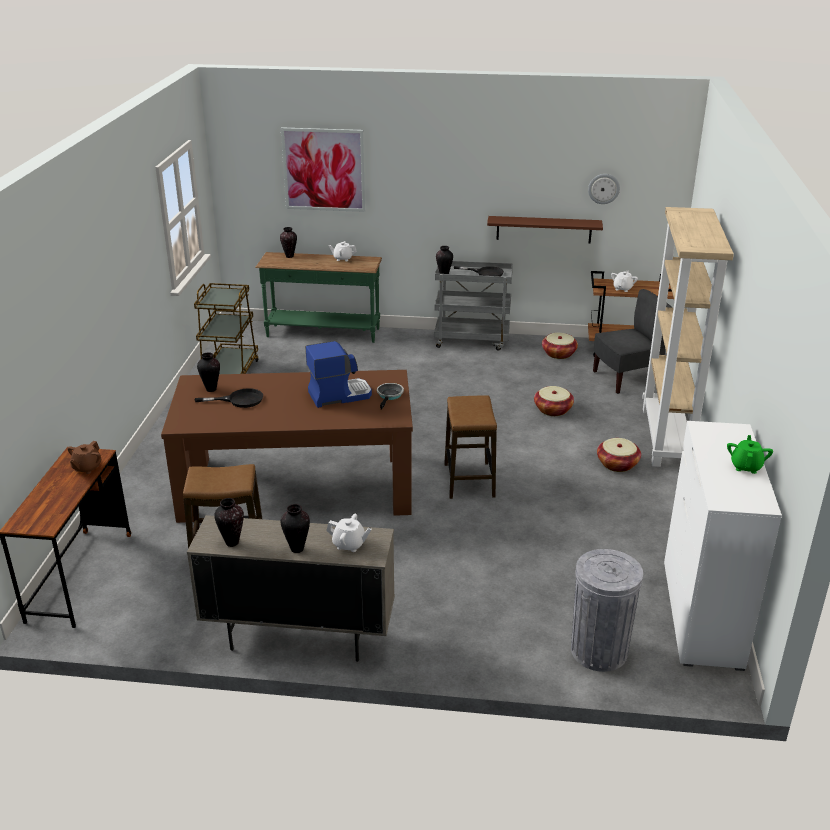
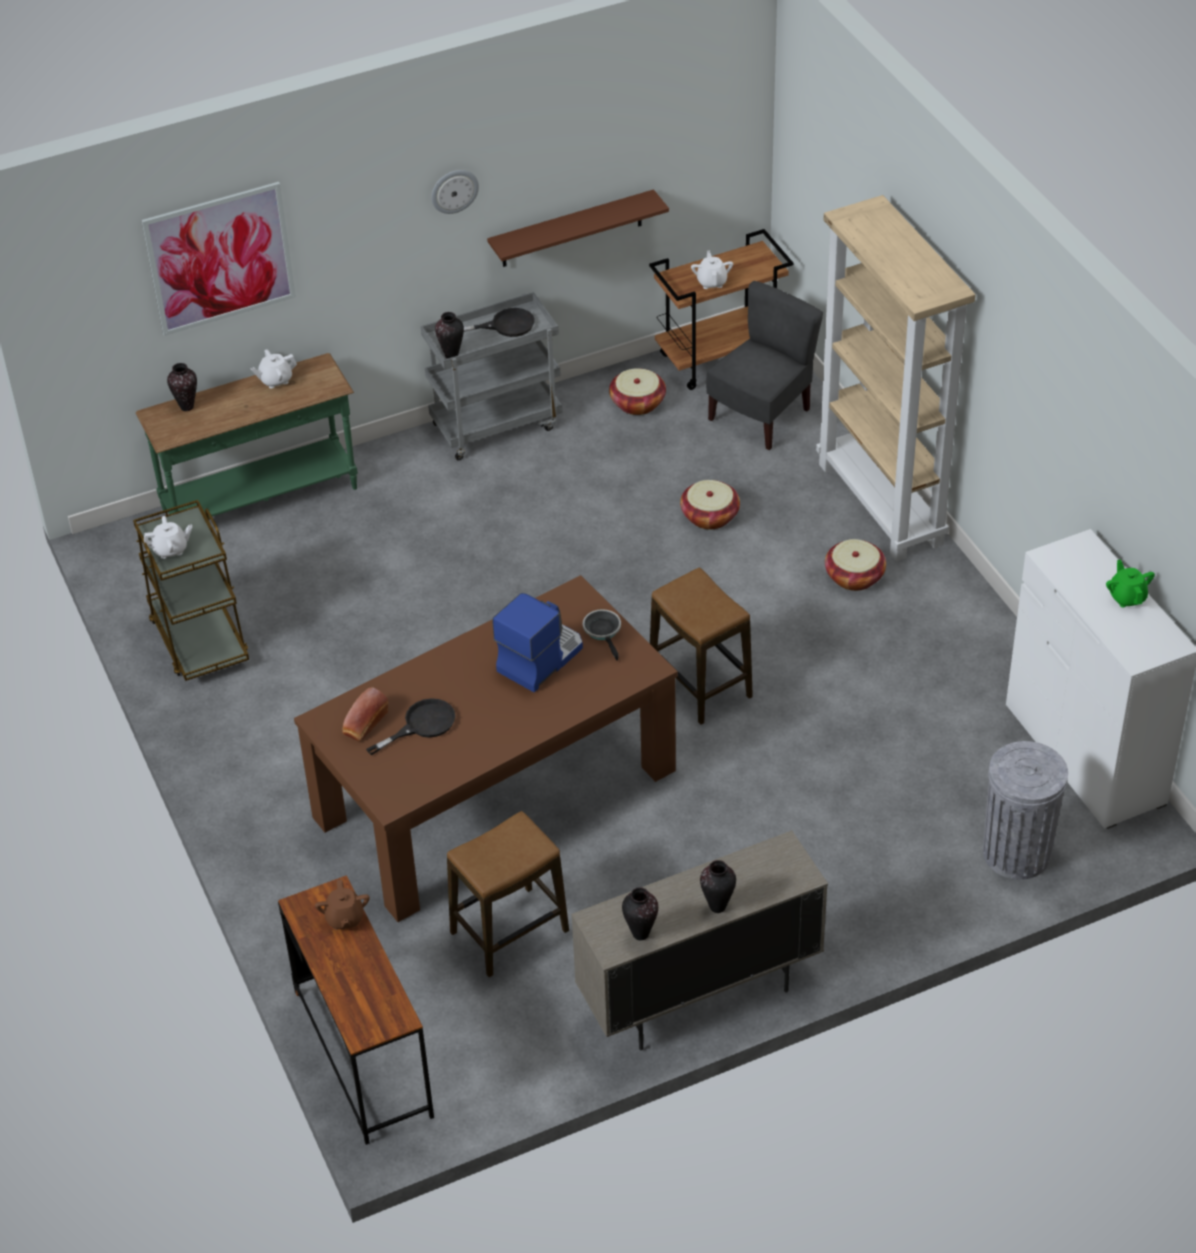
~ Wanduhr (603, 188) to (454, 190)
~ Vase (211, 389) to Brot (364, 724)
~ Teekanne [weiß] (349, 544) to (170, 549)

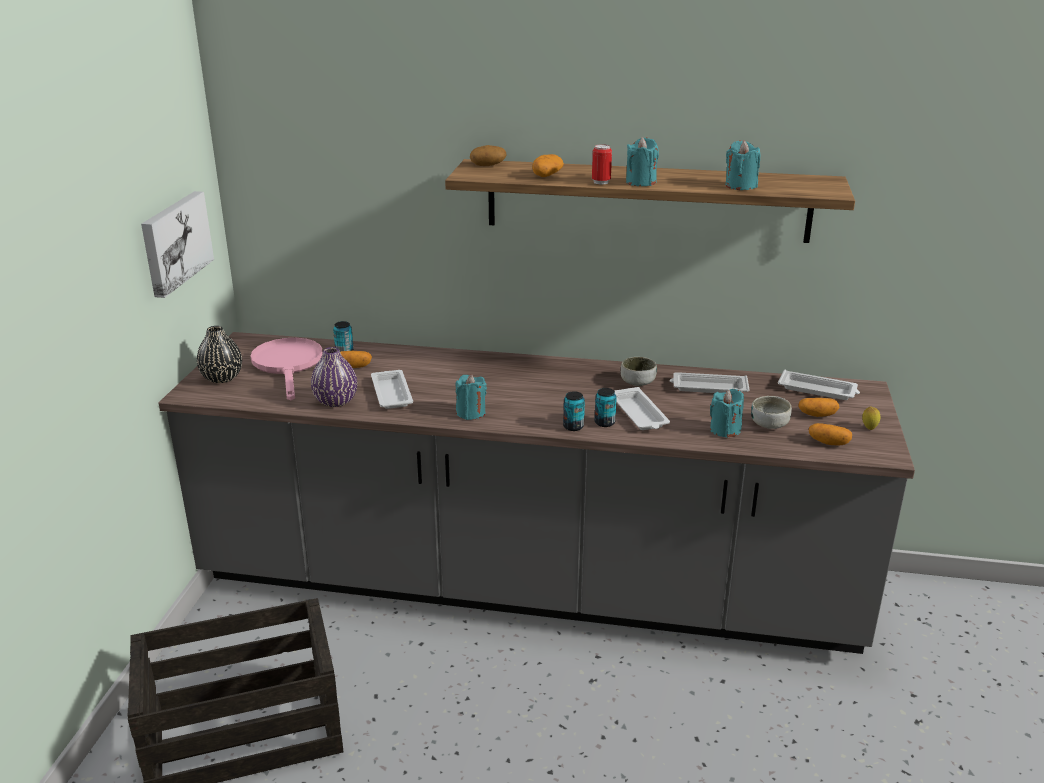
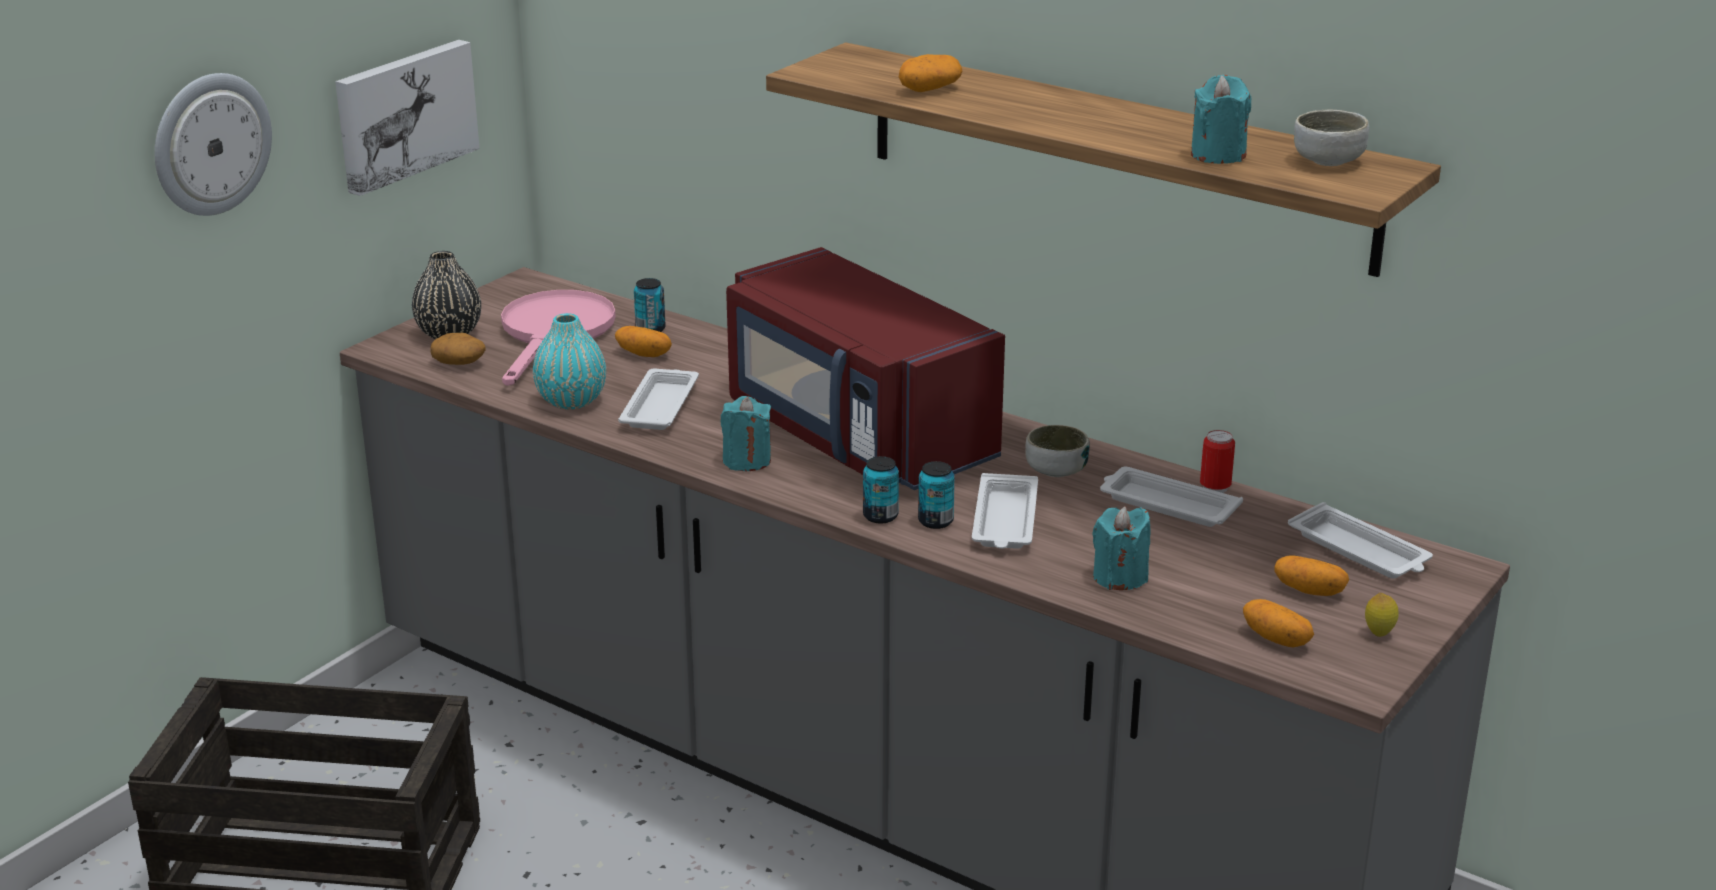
- Kerze [türkis] (641, 182)
~ Dose (601, 182) to (1215, 488)
~ Kartoffel (488, 165) to (460, 363)
~ Vase [lila] (335, 401) to Vase [türkis] (571, 401)
~ Schüssel (769, 424) to (1328, 161)
+ Wanduhr (210, 143)
+ Mikrowelle [rot] (856, 435)

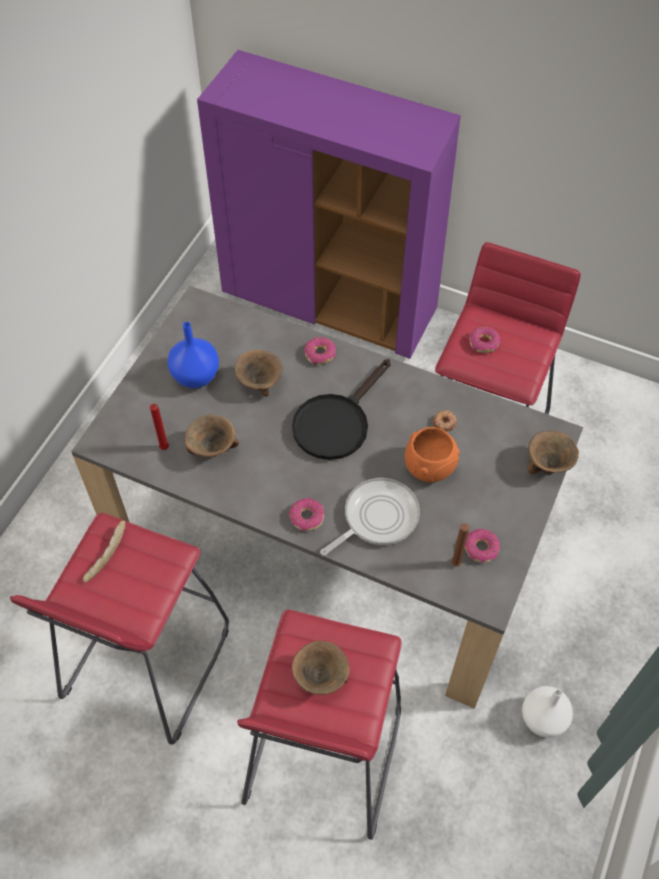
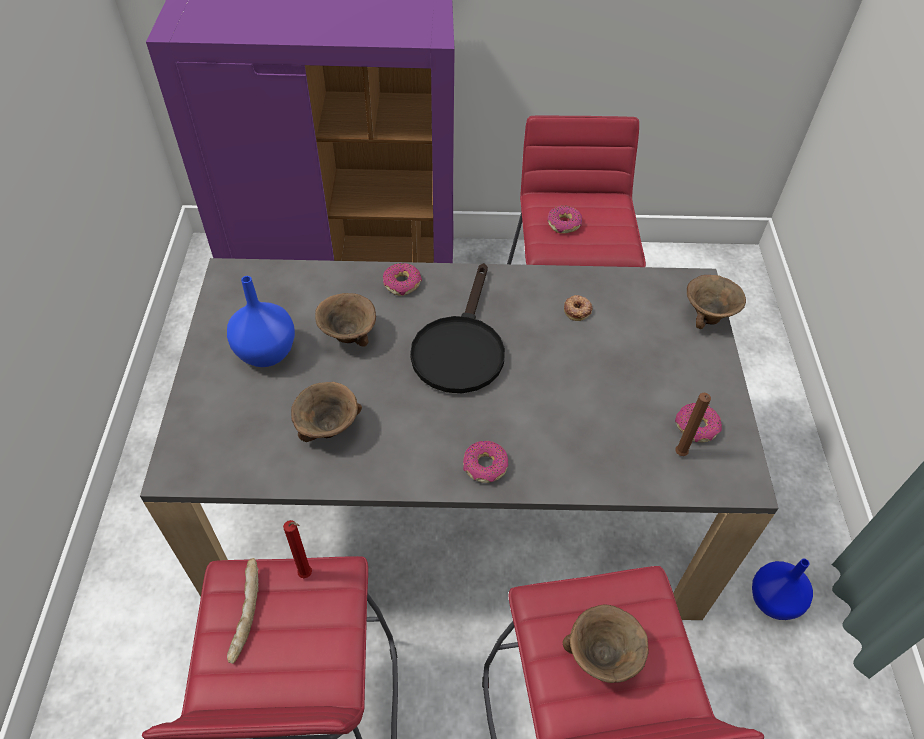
~ Kerze [rot] (165, 449) to (307, 575)
- Schüssel [orange] (428, 467)
- Pfanne (377, 518)
~ Vase [weiß] (543, 720) to Vase [blau] (774, 601)

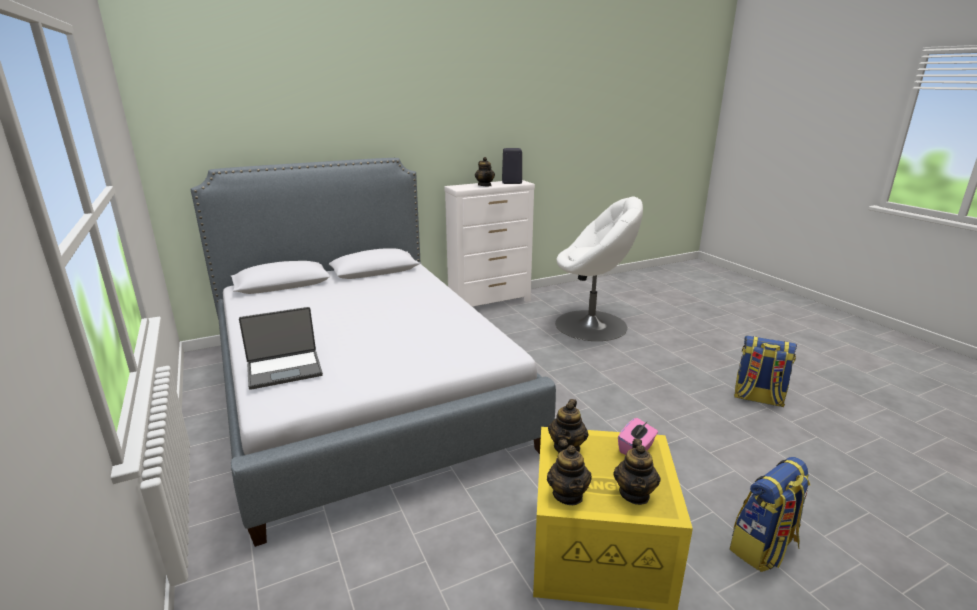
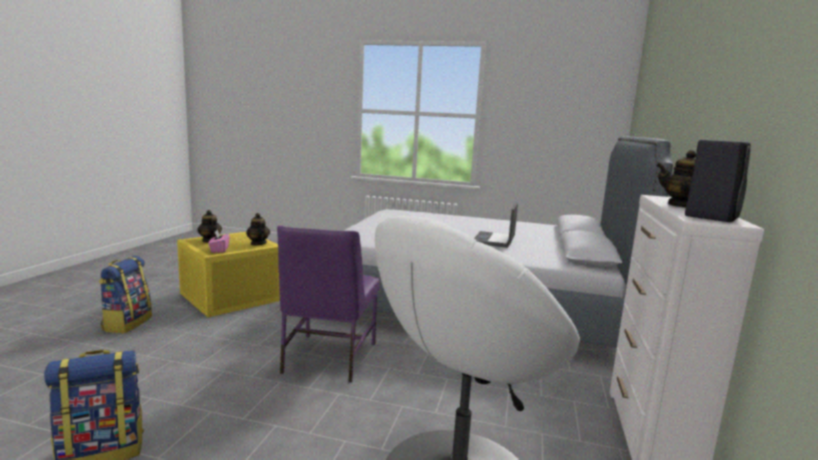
~ Laptop (284, 370) to (495, 240)
- Teekanne (568, 495)
+ Stuhl [lila] (327, 358)

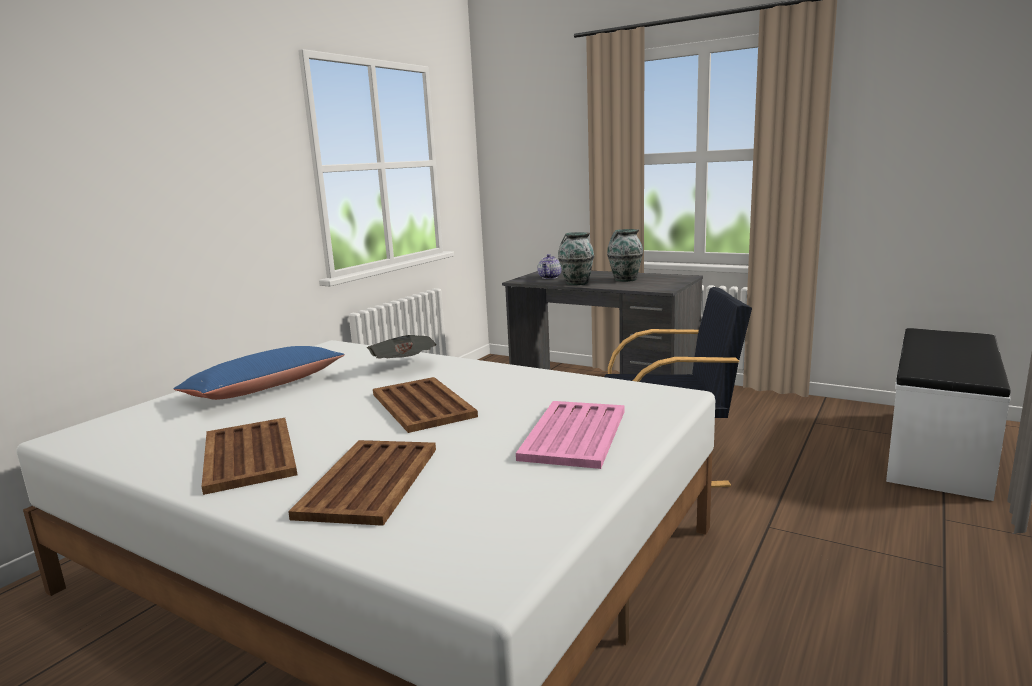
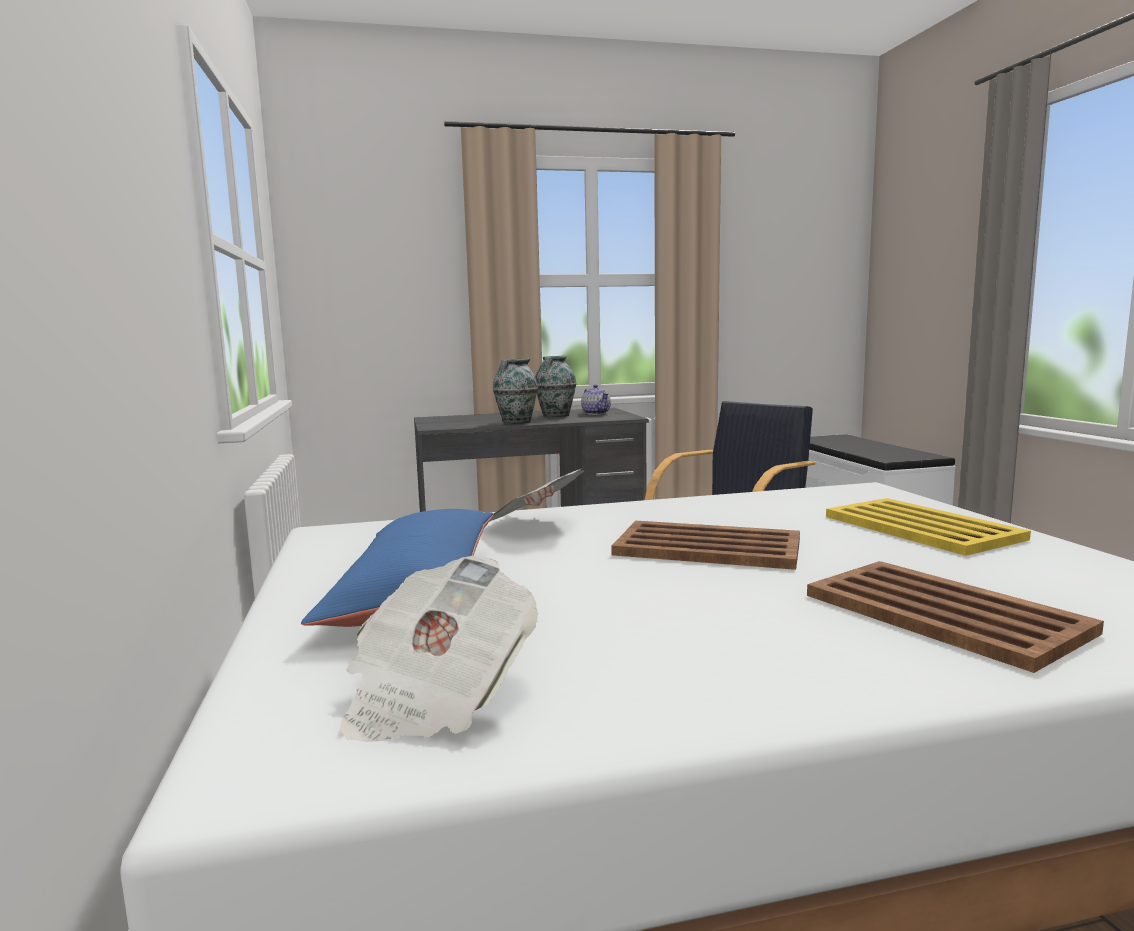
~ Teekanne (550, 277) to (596, 413)
~ Tablett [rosa] (575, 434) to Tablett [gelb] (919, 527)
- Tablett [braun] (249, 456)
+ Zeitung (436, 696)

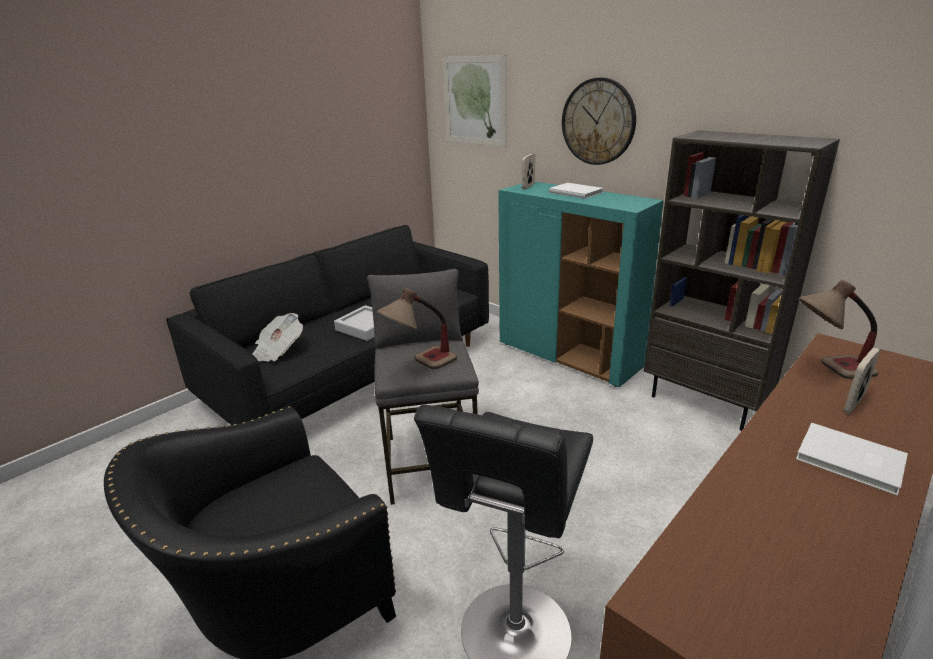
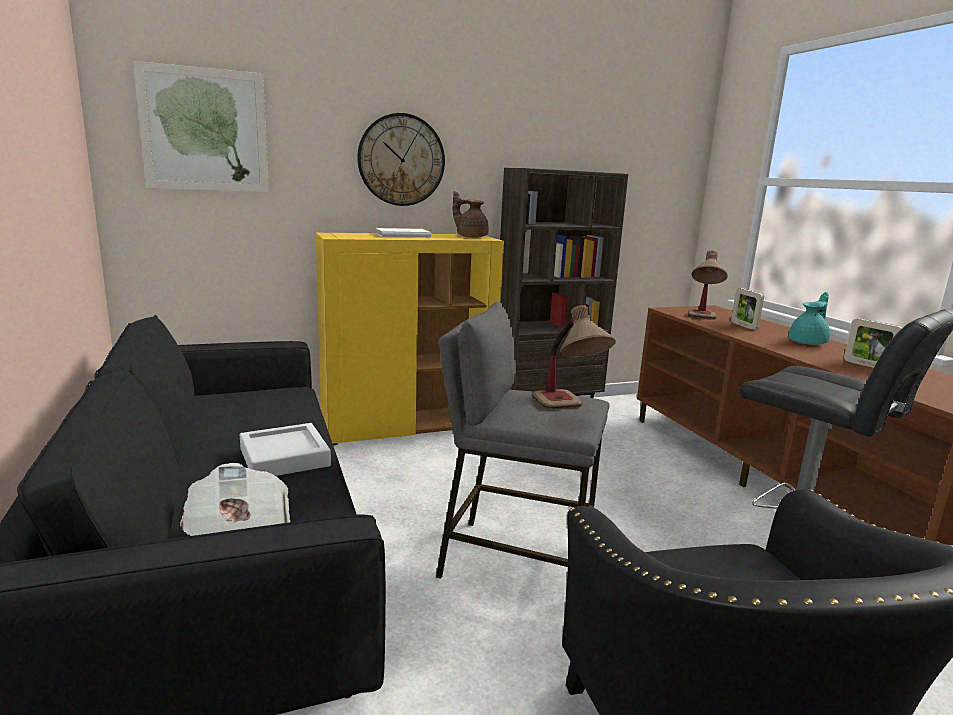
~ Bilderrahmen (528, 186) to (867, 365)
~ Schrank [türkis] (569, 356) to Schrank [gelb] (408, 427)
~ Buch [weiß] (851, 461) to Teekanne [türkis] (808, 343)
+ Teekanne [braun] (471, 237)

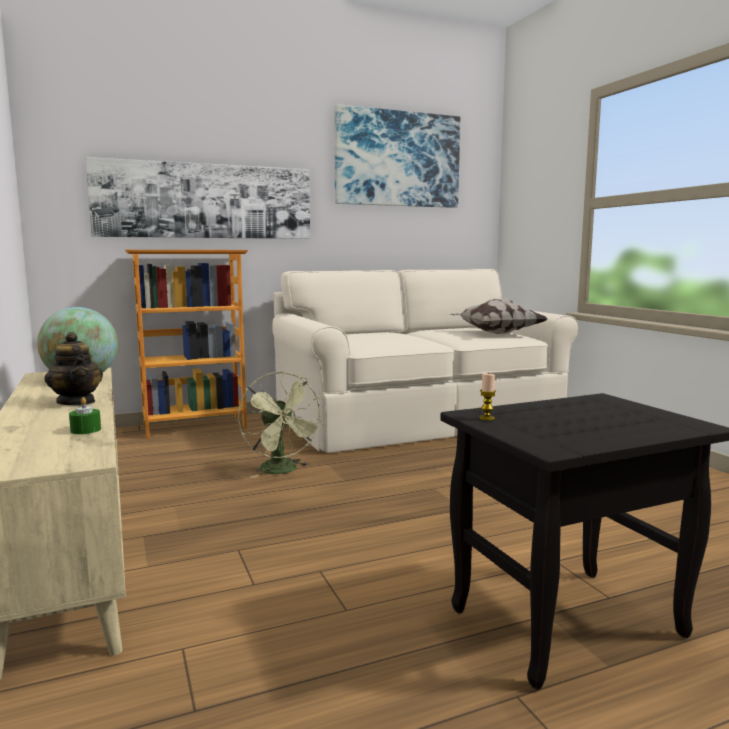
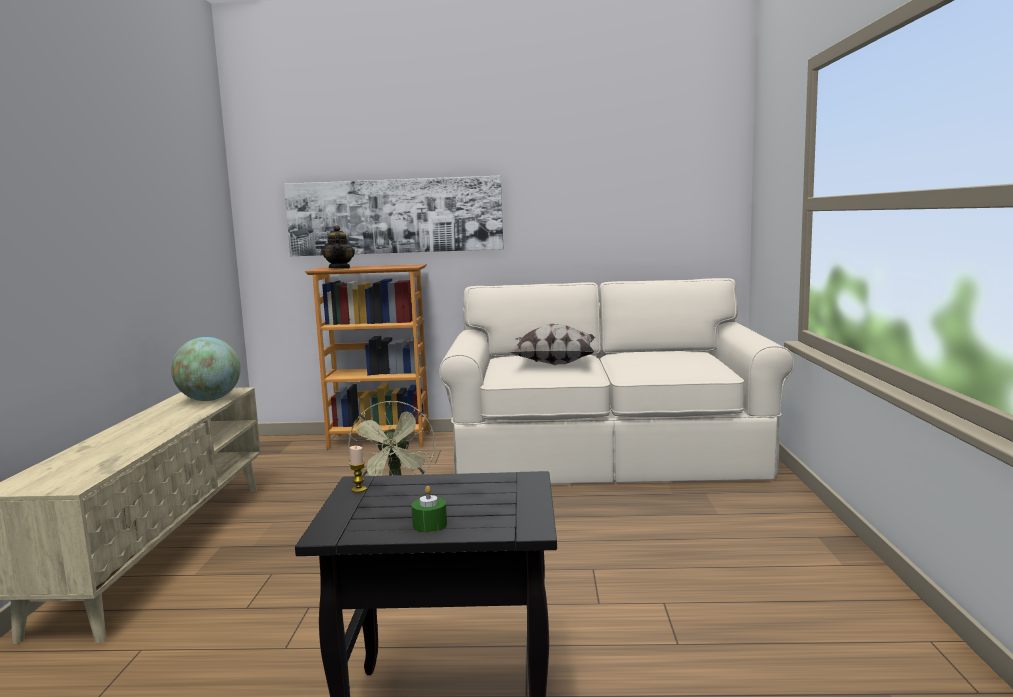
- Bild (397, 159)
~ Kissen (496, 333) to (553, 363)
~ Teekanne (77, 402) to (340, 268)
~ Kerze [grün] (86, 430) to (429, 525)

